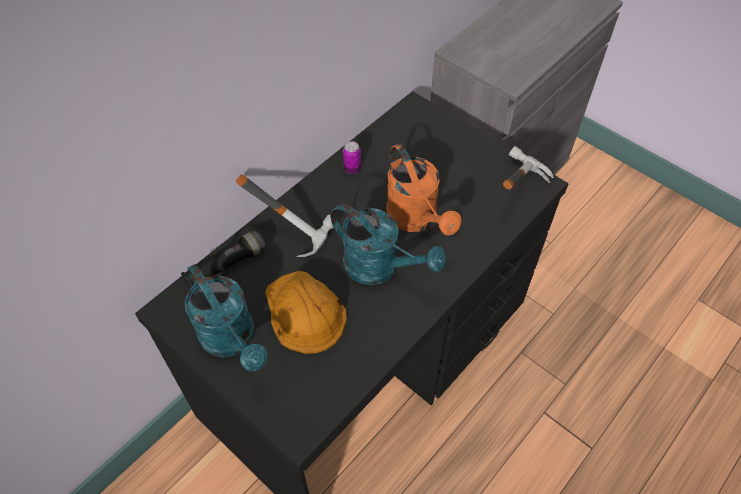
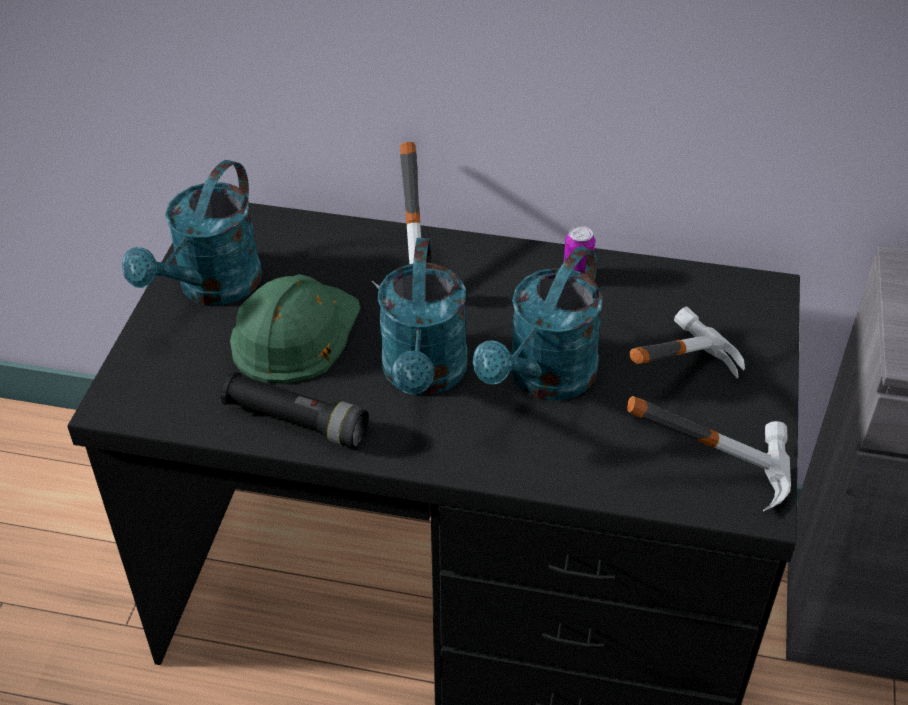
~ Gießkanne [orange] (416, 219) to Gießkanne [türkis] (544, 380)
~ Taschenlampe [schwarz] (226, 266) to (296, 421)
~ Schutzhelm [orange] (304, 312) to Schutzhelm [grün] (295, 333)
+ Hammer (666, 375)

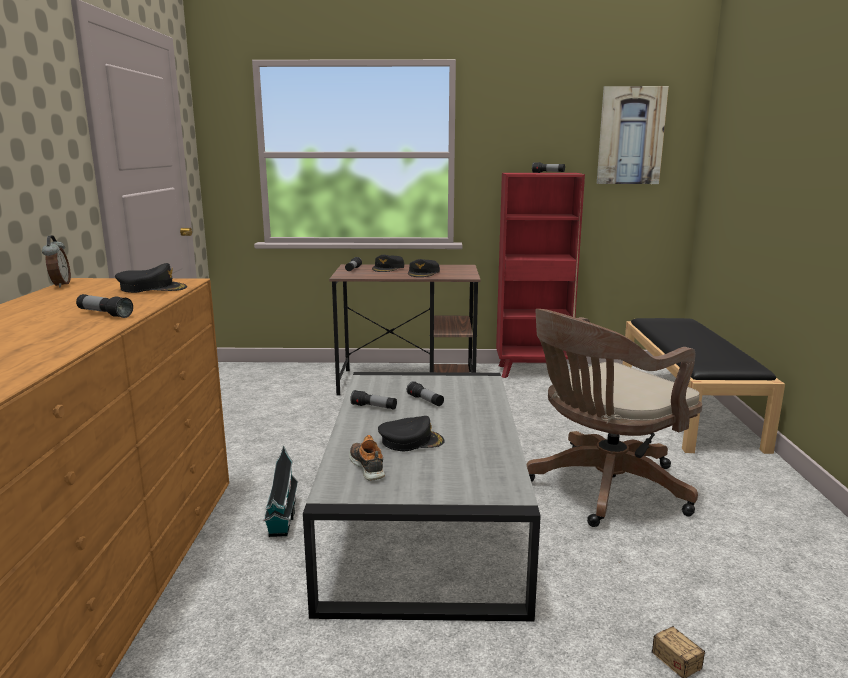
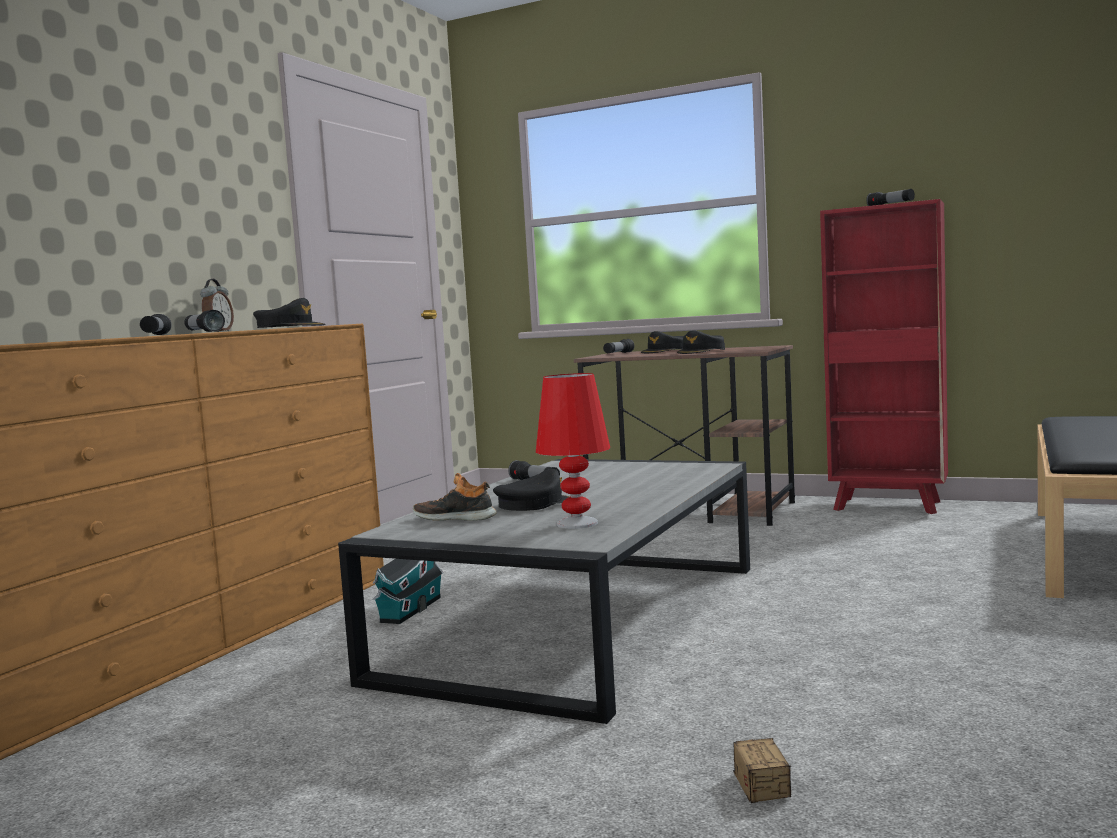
- Bild (630, 136)
- Bürostuhl [braun] (602, 489)
~ Taschenlampe (425, 401) to (155, 335)
~ Kappe [schwarz] (411, 441) = (536, 504) 45 degrees counterclockwise
~ Schuh (367, 466) = (455, 518) 75 degrees counterclockwise
+ Tischlampe [rot] (577, 523)

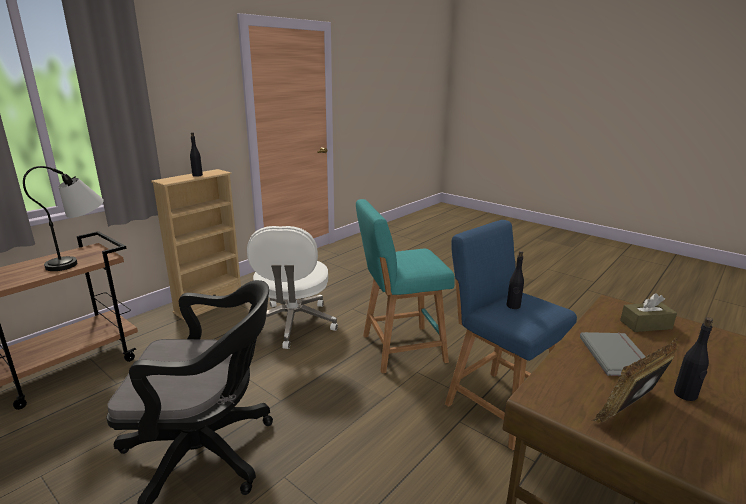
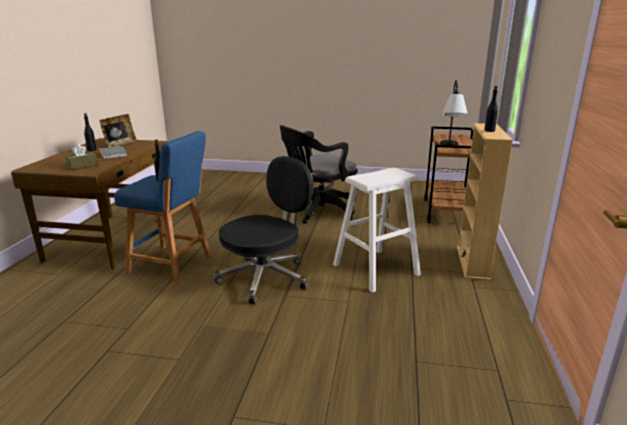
~ Hocker [türkis] (399, 349) to Bürostuhl [schwarz] (266, 278)
~ Bürostuhl [weiß] (293, 324) to Hocker [weiß] (376, 269)

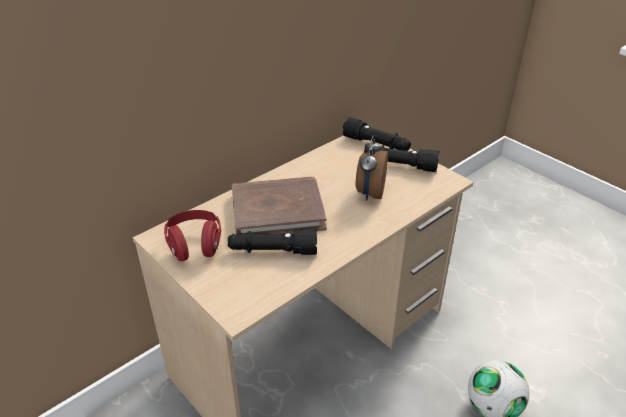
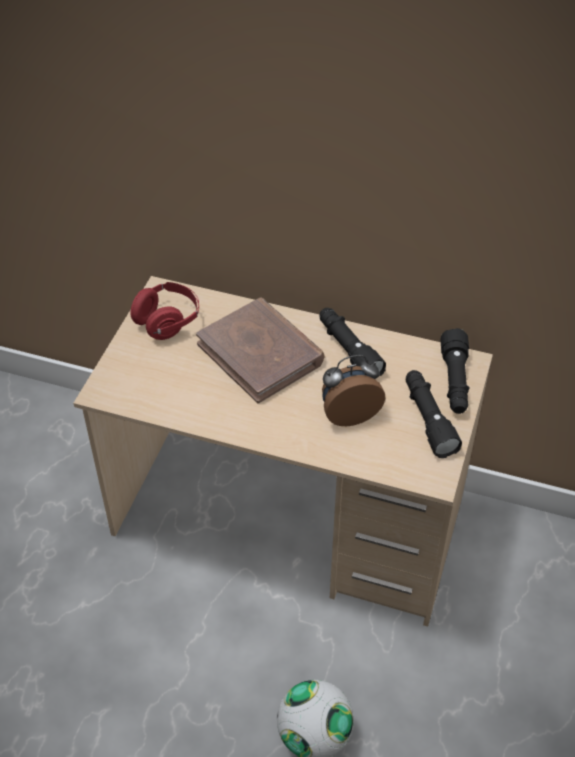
~ Taschenlampe [schwarz] (273, 251) to (348, 350)

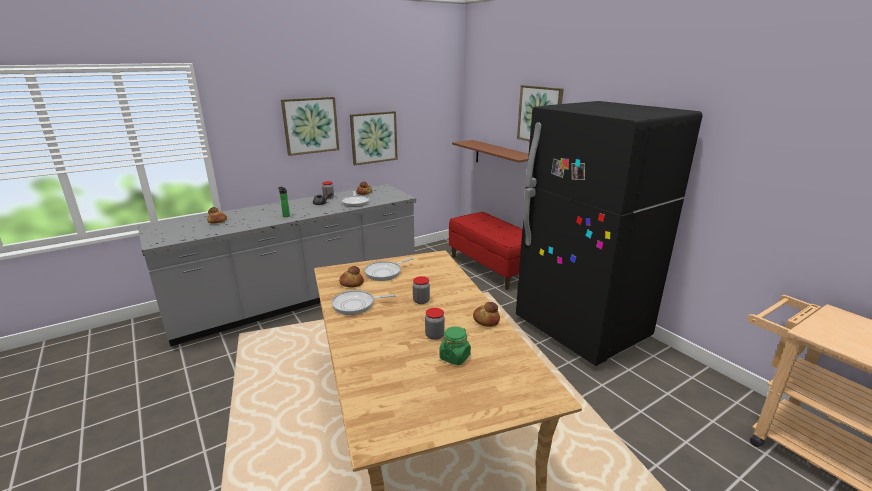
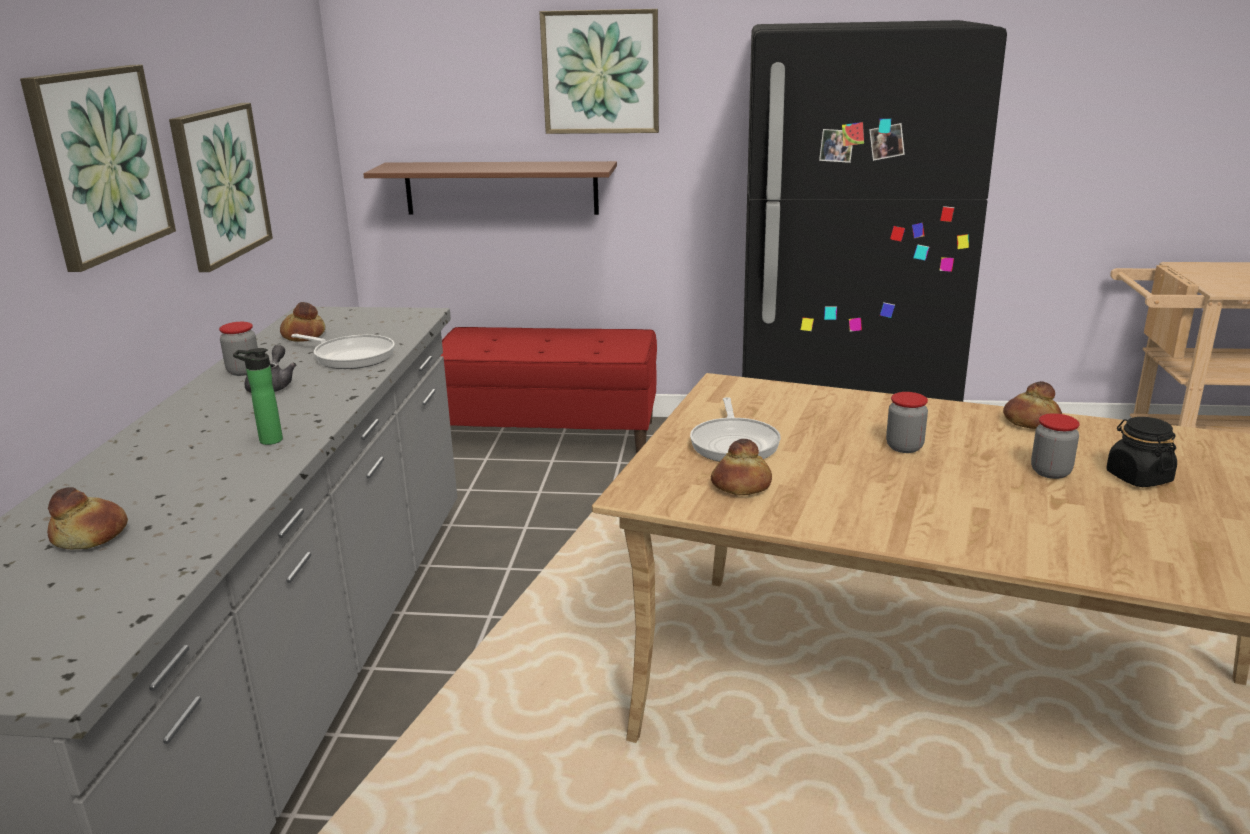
- Pfanne (356, 305)
~ Vorratsglas [grün] (455, 357) to Vorratsglas [schwarz] (1138, 477)

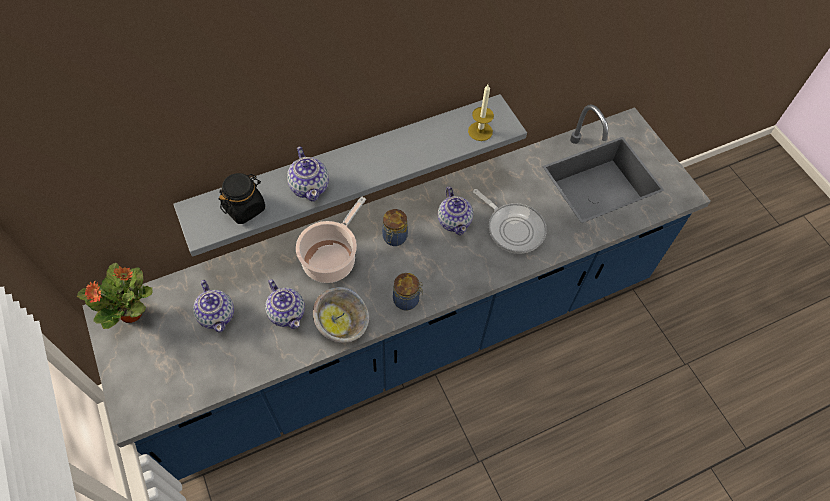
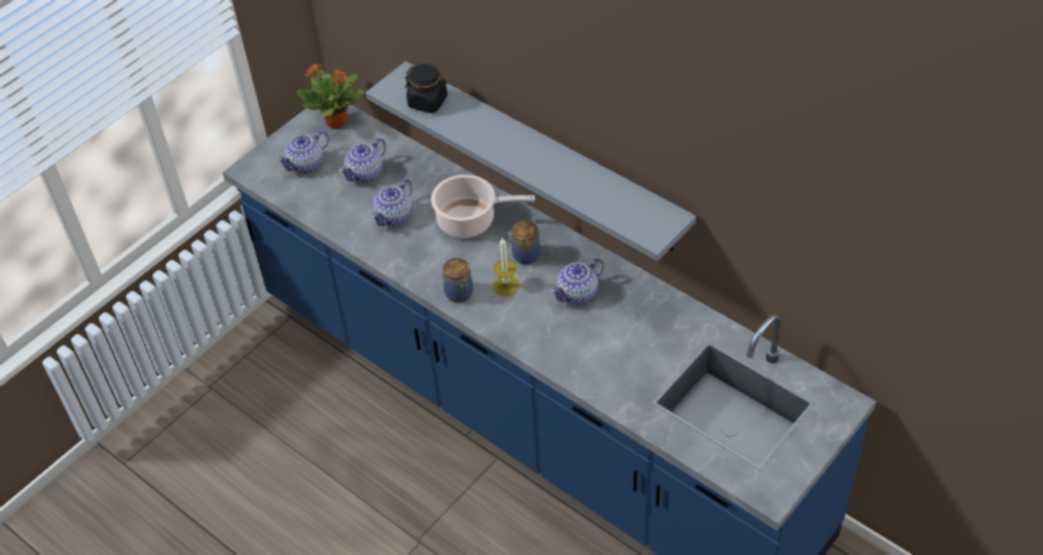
~ Kerze (480, 131) to (506, 285)
~ Teekanne (310, 186) to (307, 164)
- Pfanne (513, 228)
- Schüssel (342, 323)

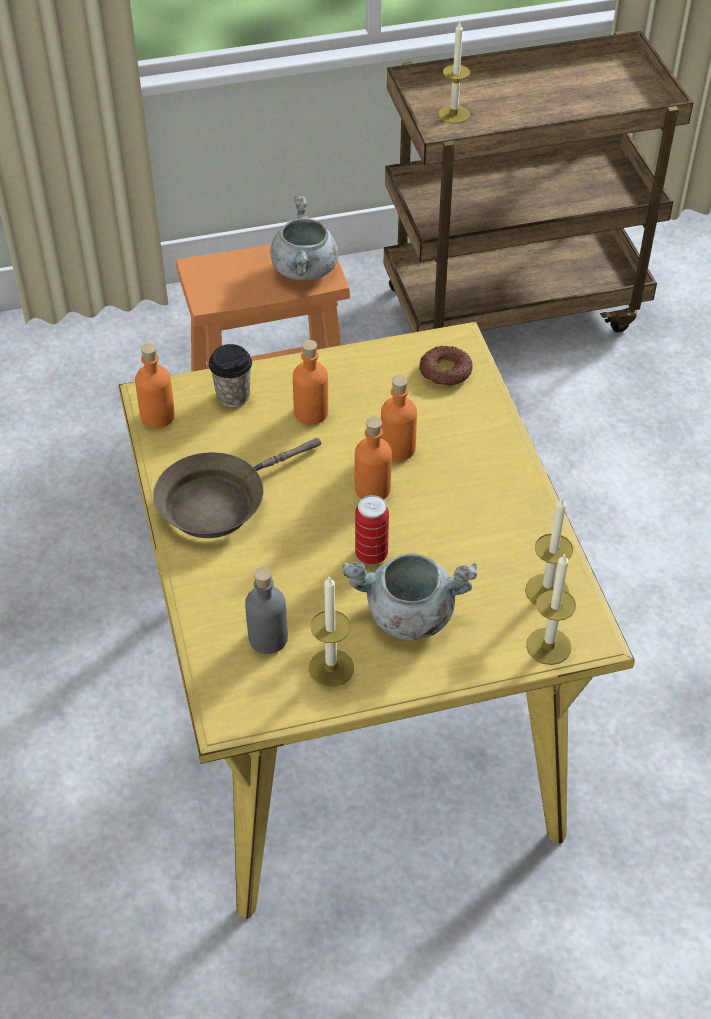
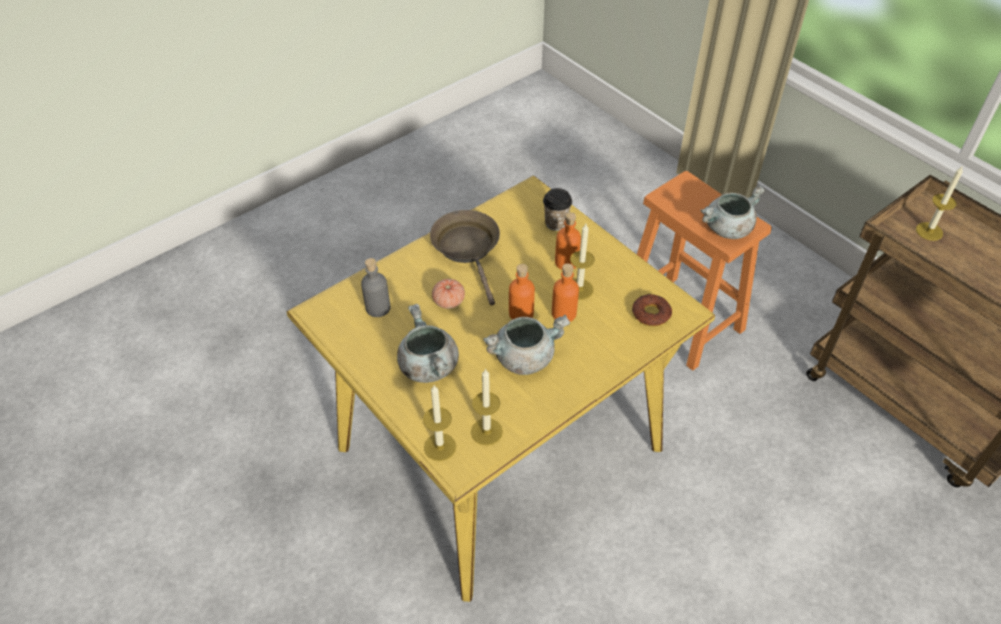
- Flasche [orange] (157, 416)
~ Pfanne [braun] (219, 501) = (468, 249) 45 degrees clockwise
- Dose (371, 555)
~ Kerze (331, 668) to (579, 289)
+ Tomate (448, 301)
+ Kochtopf [grau] (524, 357)

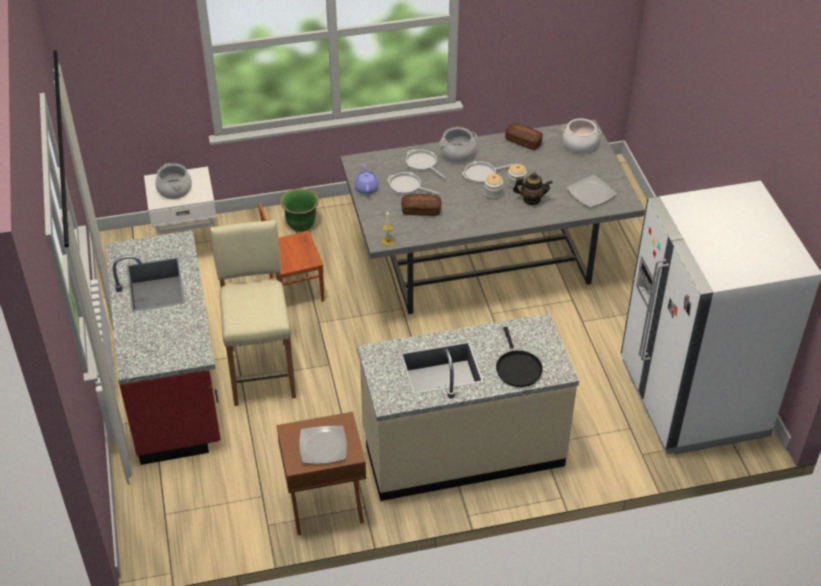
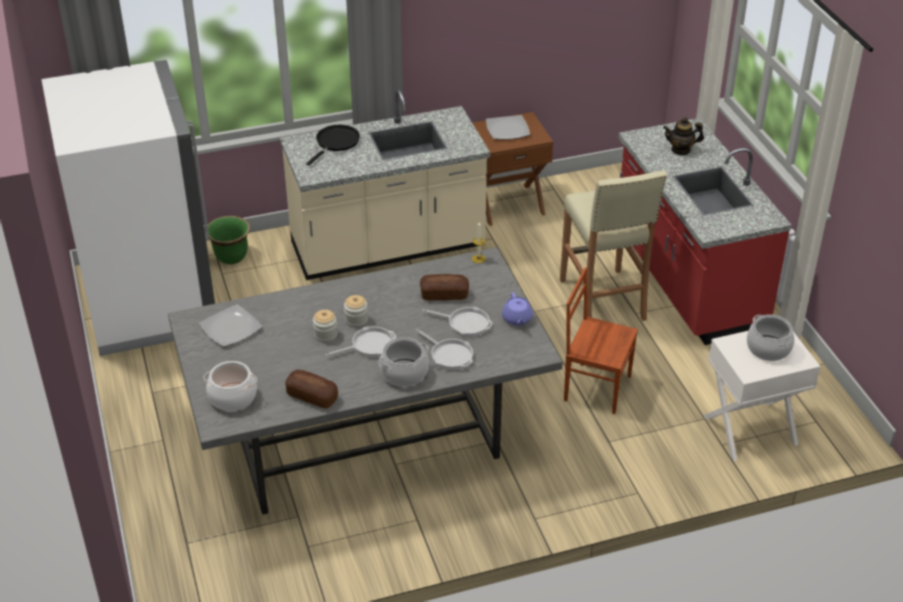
~ Teekanne (531, 199) to (681, 150)
~ Pflanzkübel [grün] (301, 224) to (231, 257)
~ Stuhl [braun] (295, 289) = (596, 387) 135 degrees counterclockwise
~ Pfanne [schwarz] (517, 368) = (336, 142) 45 degrees clockwise

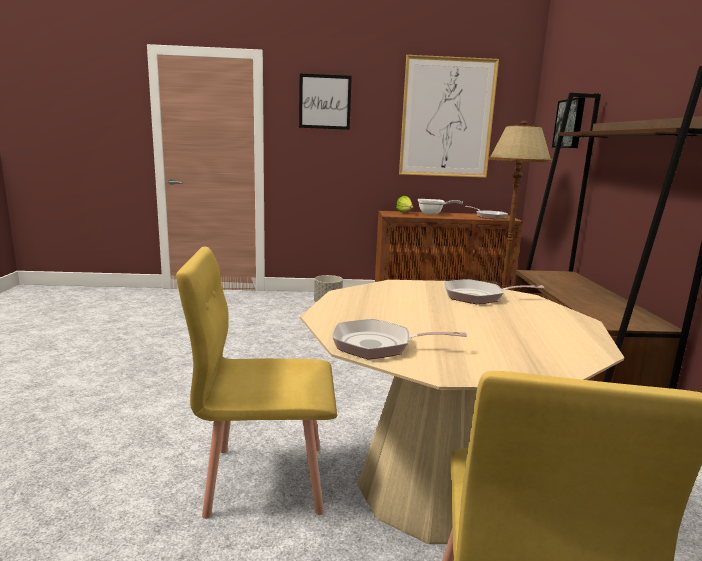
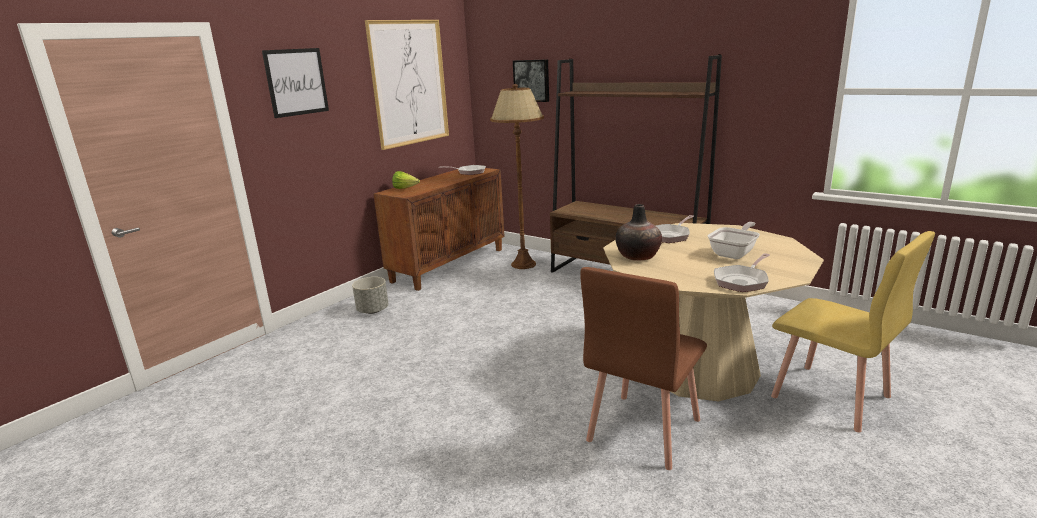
~ Pfanne (433, 213) to (734, 253)
~ Stuhl [gelb] (265, 478) to Stuhl [braun] (642, 430)
+ Vase (638, 256)

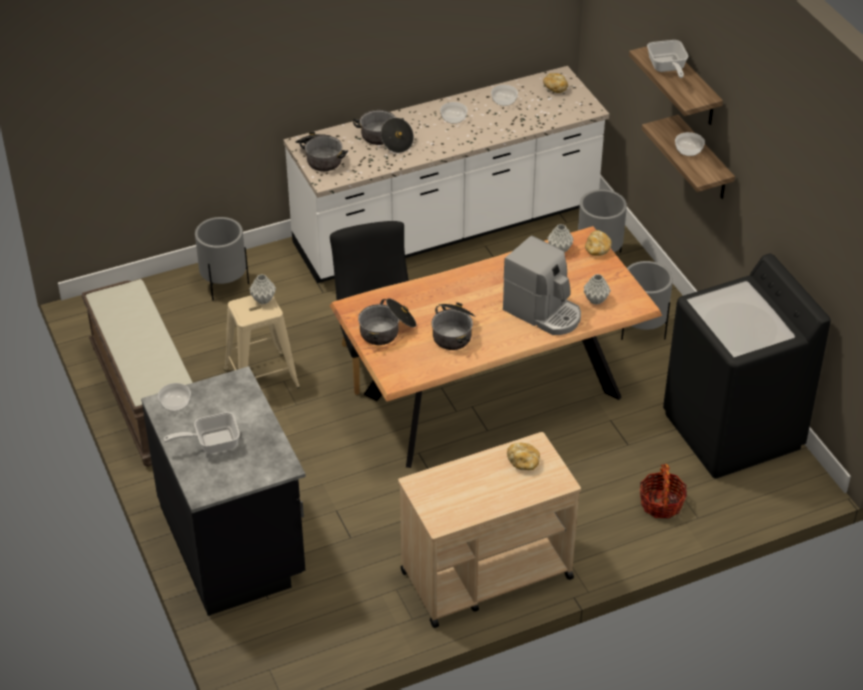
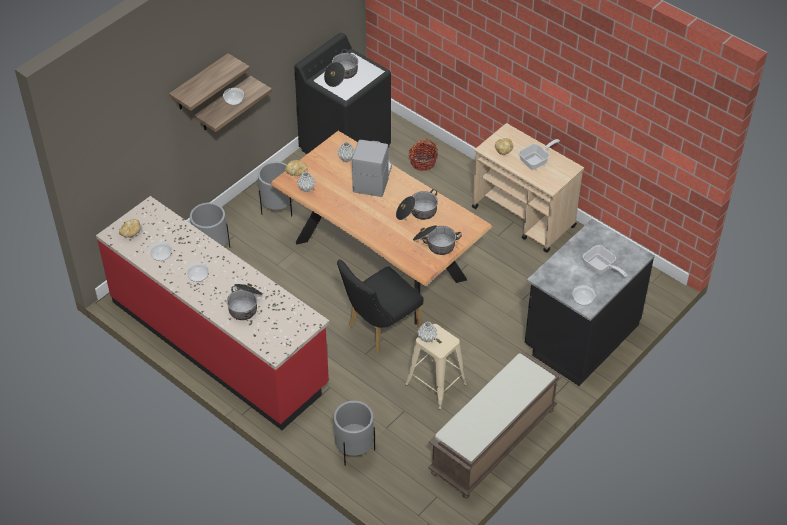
~ Pfanne (667, 68) to (536, 161)
~ Küchenzeile [weiß] (447, 228) to Küchenzeile [rot] (219, 343)
~ Kochtopf (320, 157) to (341, 75)

